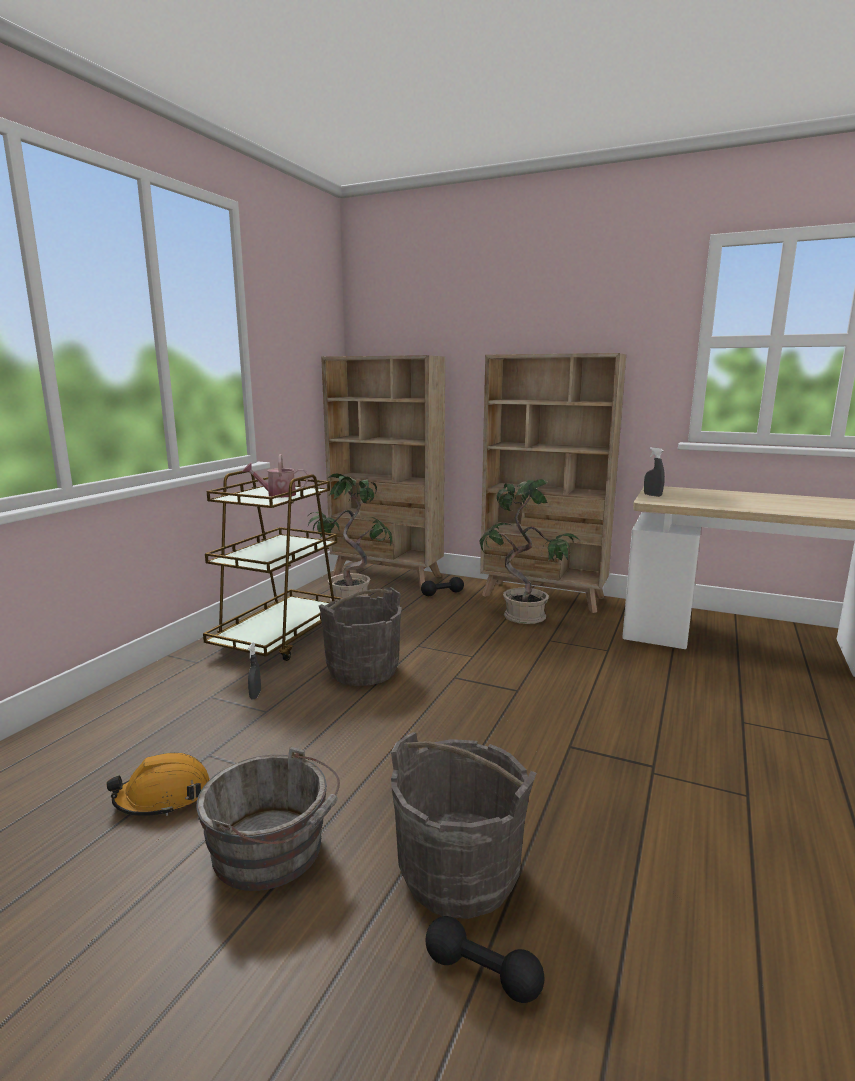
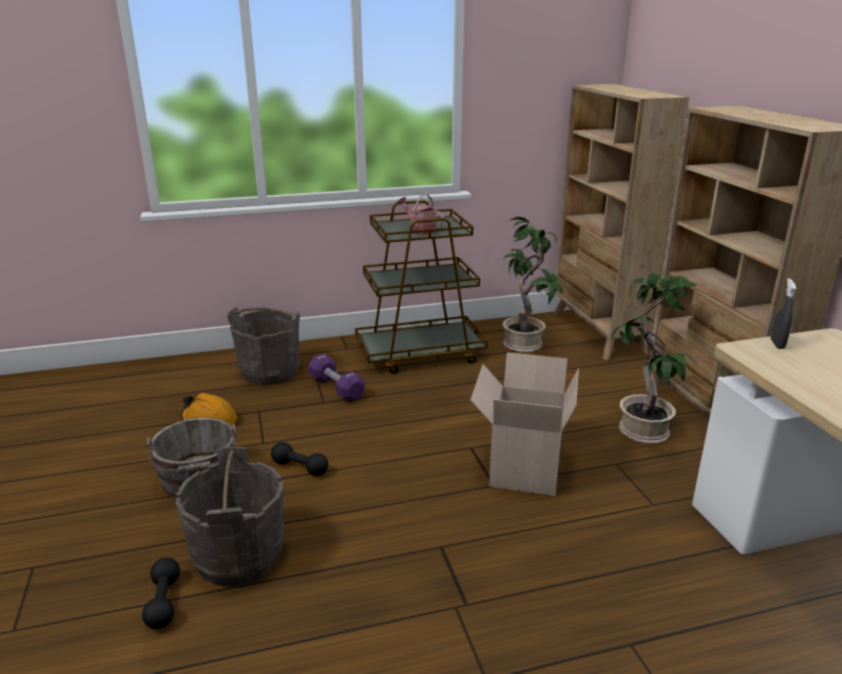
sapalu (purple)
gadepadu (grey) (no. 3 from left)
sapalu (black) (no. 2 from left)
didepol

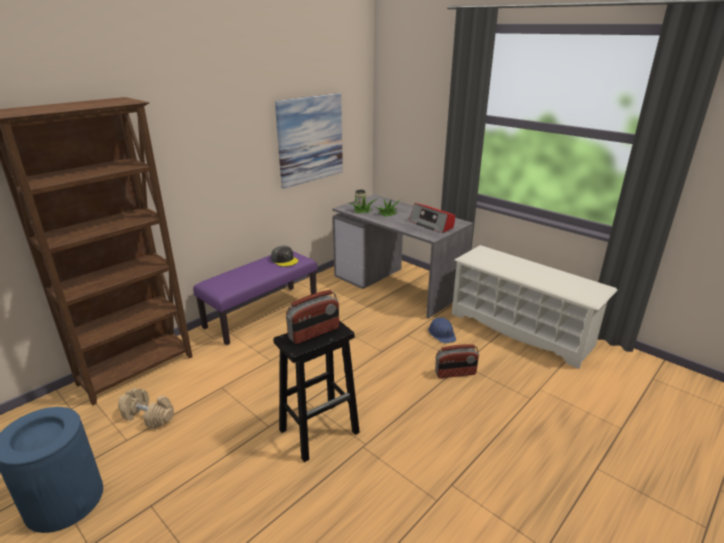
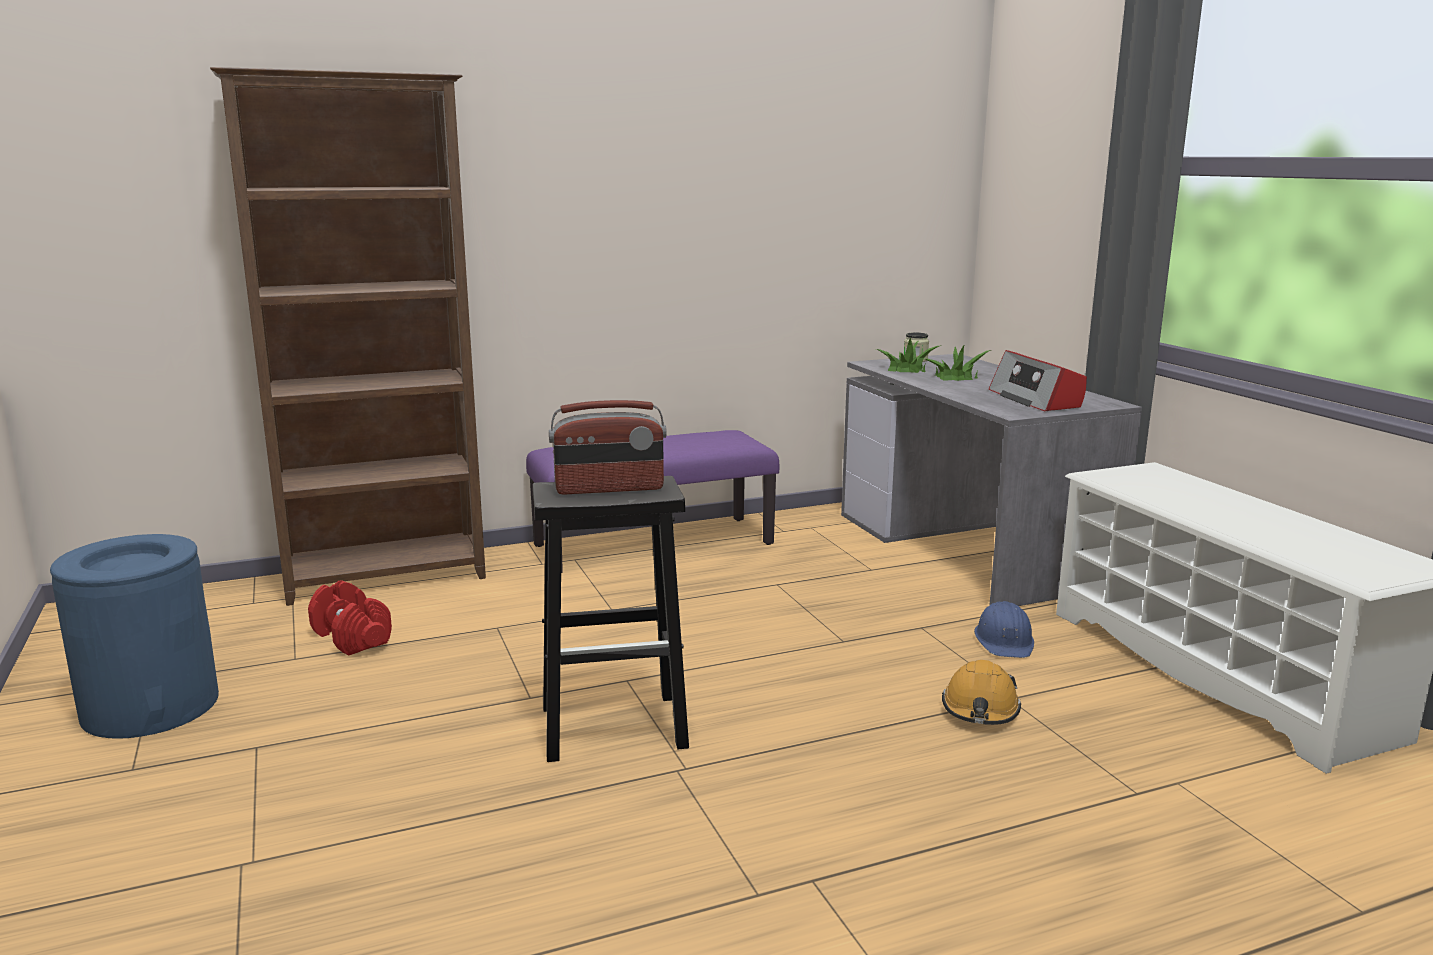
sapalu (red)
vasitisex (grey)
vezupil
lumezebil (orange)

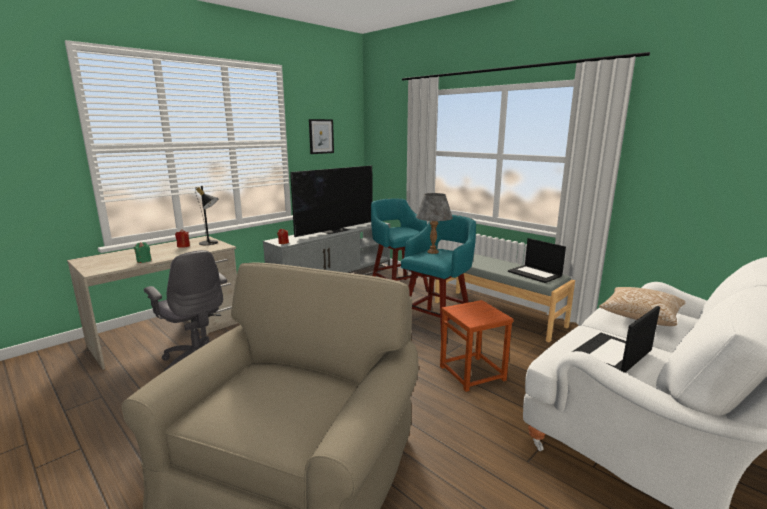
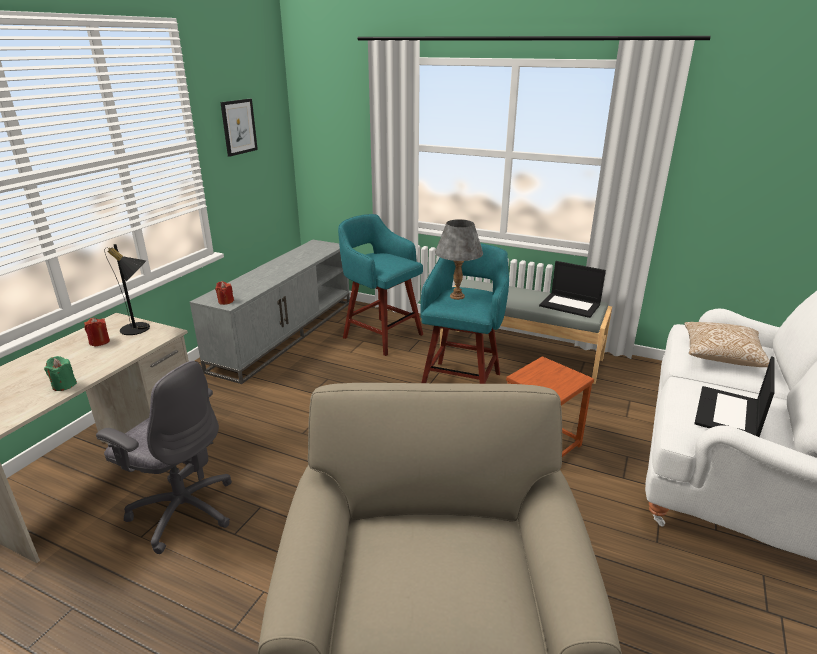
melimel

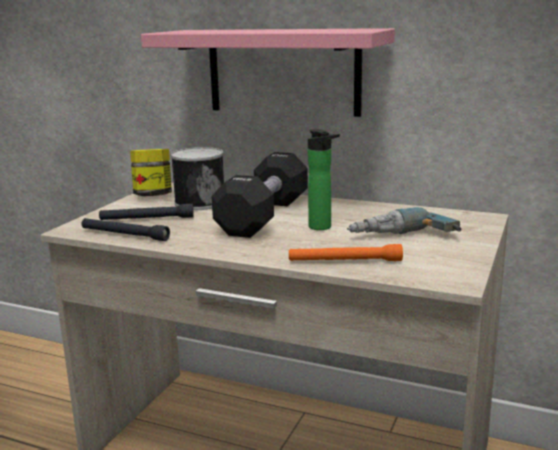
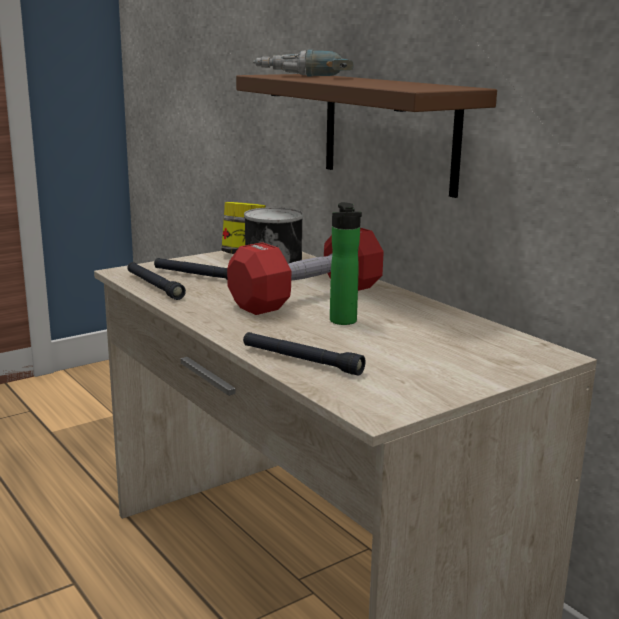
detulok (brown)
sapalu (red)
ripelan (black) (no. 3 from left)
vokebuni

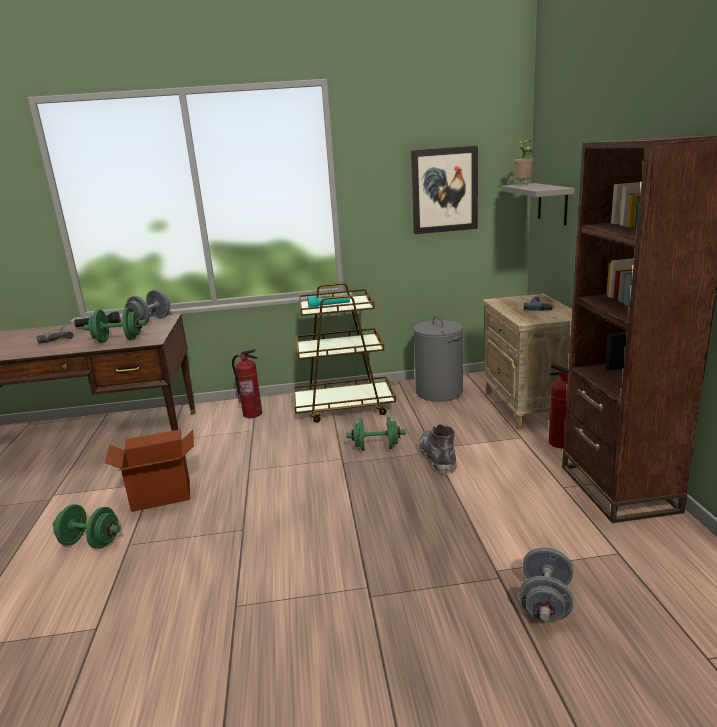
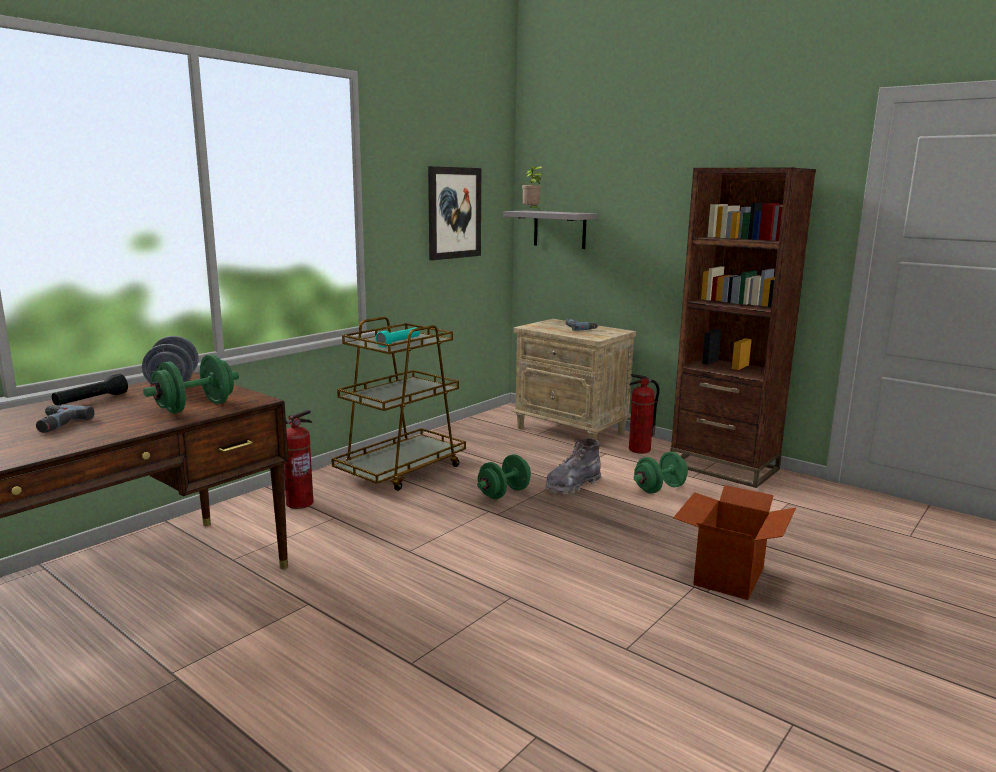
sapalu (green) (no. 3 from left)
didepol
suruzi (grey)
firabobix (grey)
sapalu (grey) (no. 2 from left in the first image)

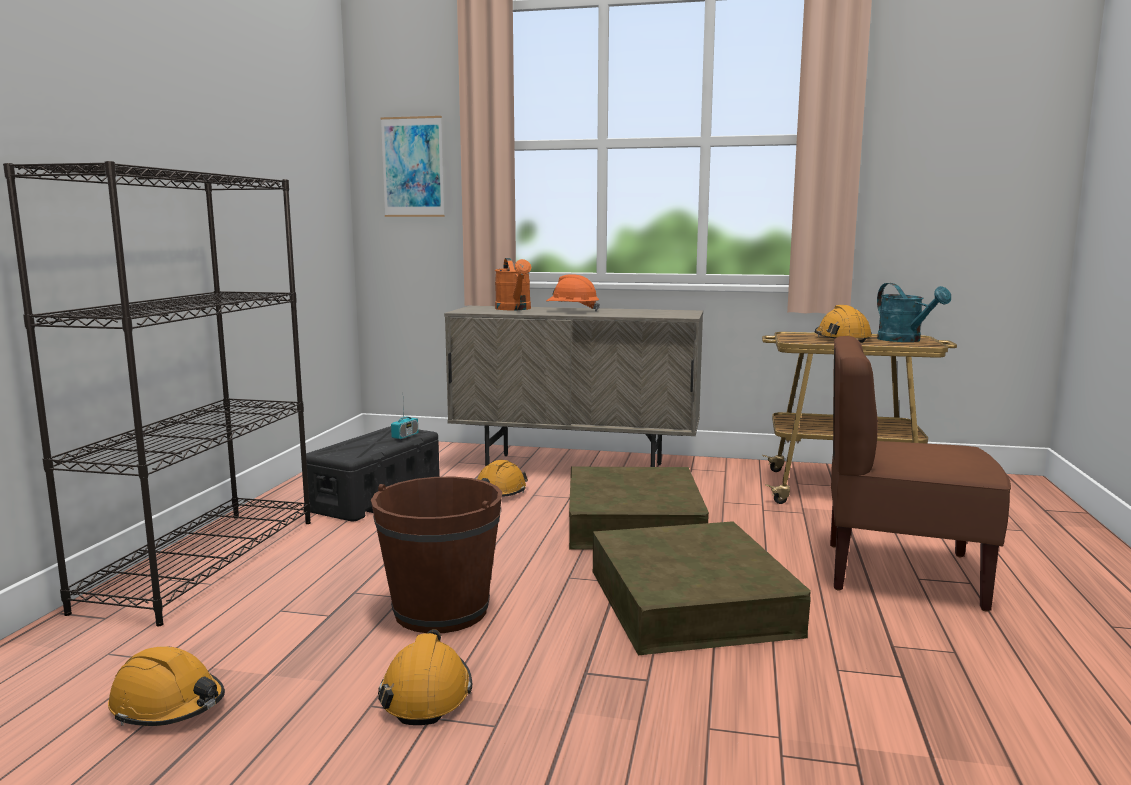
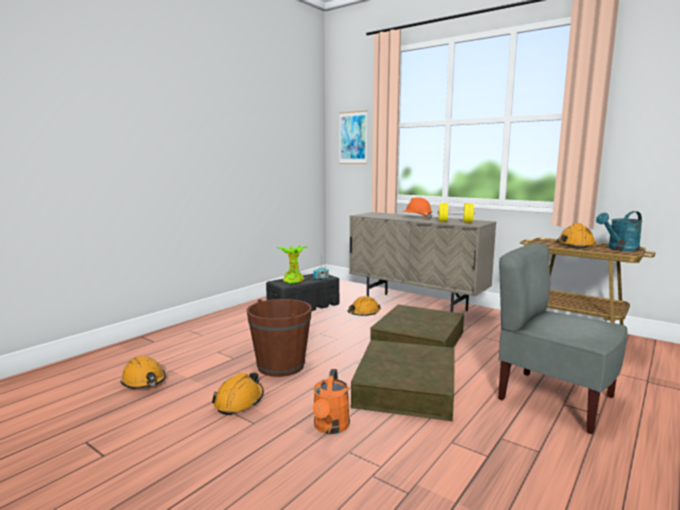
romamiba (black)
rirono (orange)
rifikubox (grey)
rirono (turquoise)
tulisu
sapalu (yellow)

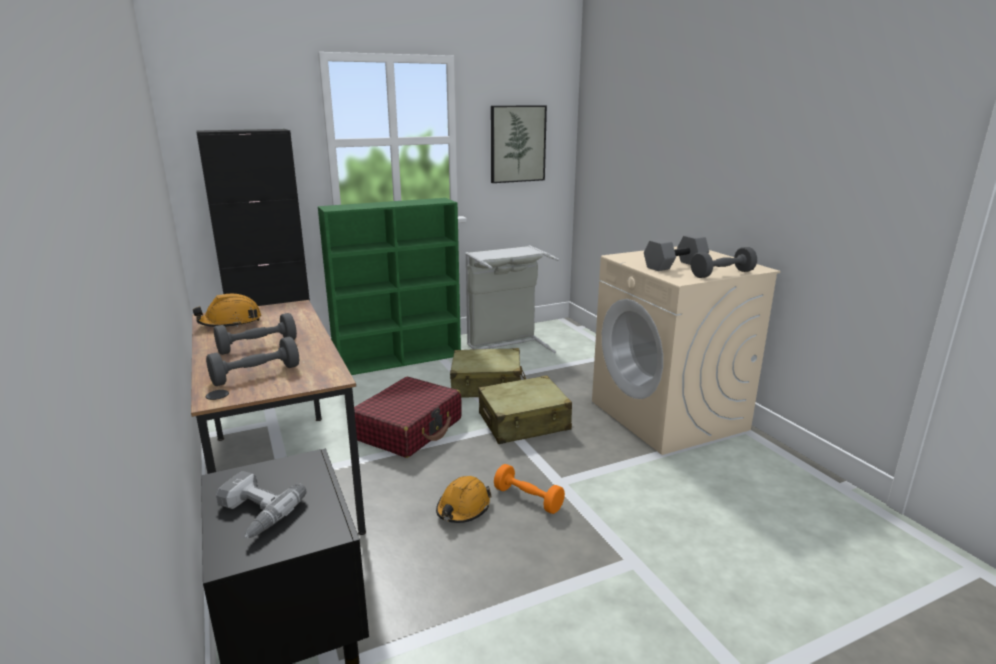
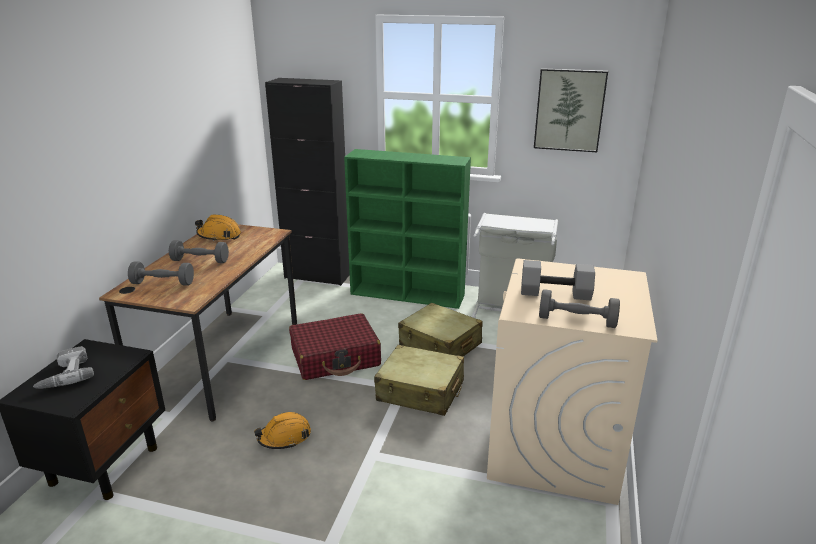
sapalu (orange)

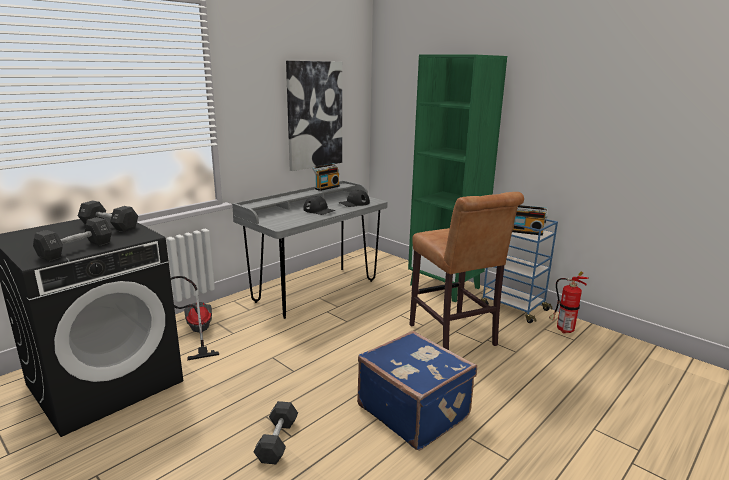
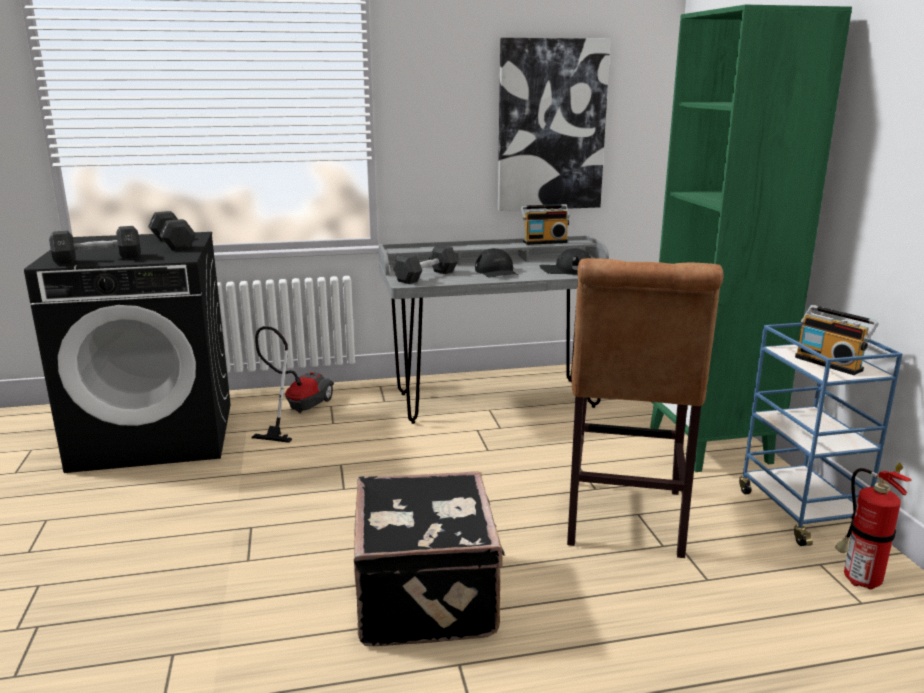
sapalu (black) (no. 3 from left)
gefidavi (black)

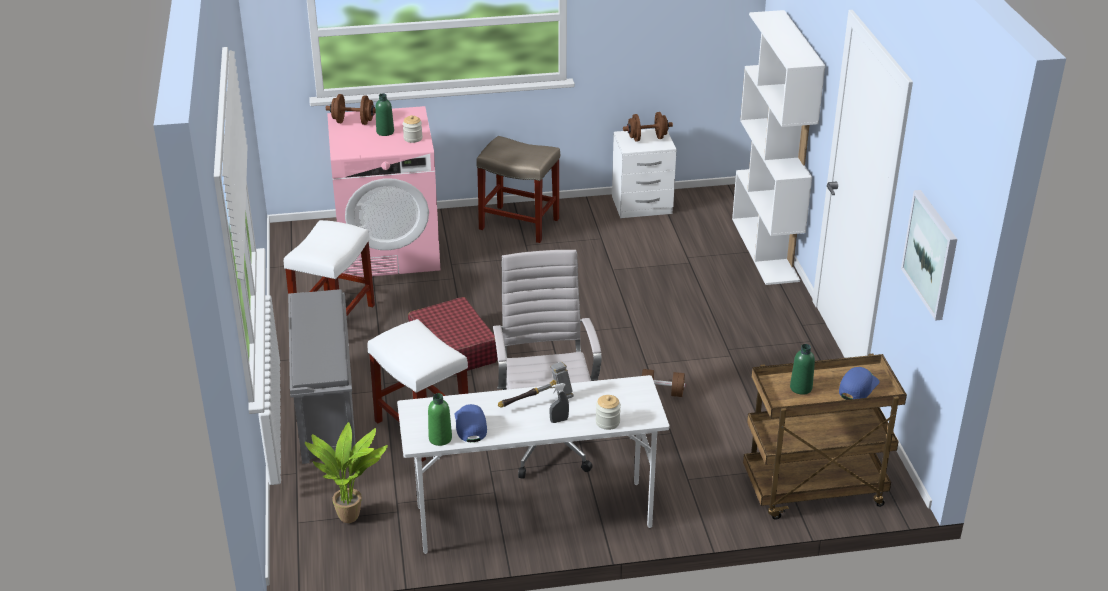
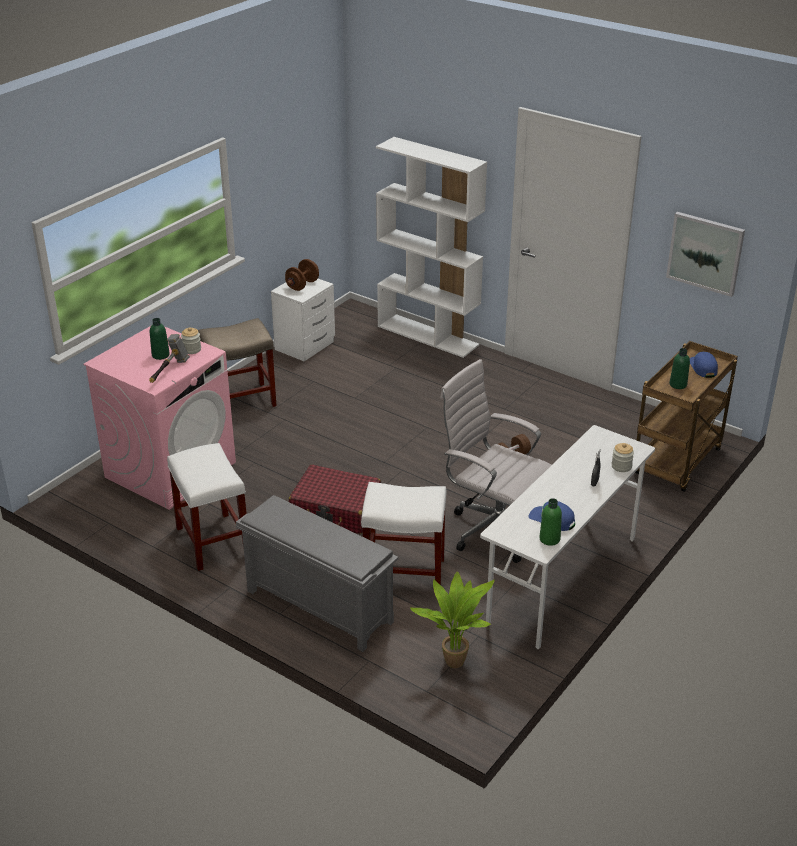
sapalu (brown) (no. 1 from left in the first image)
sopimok

